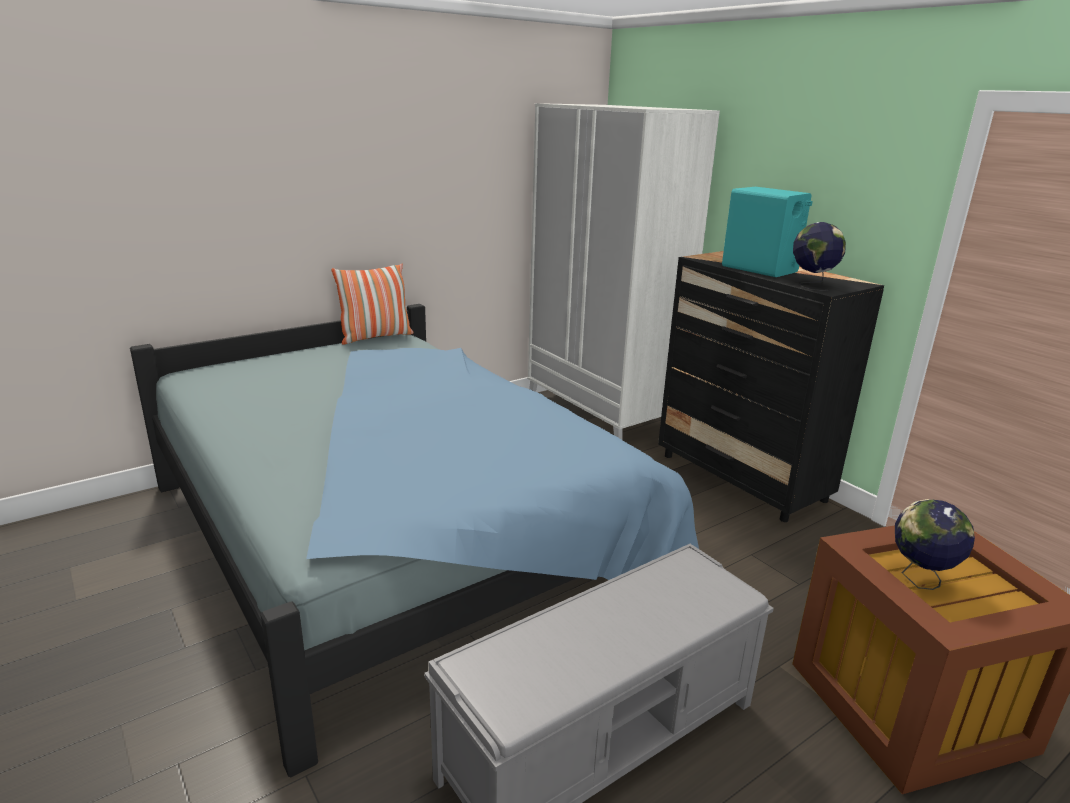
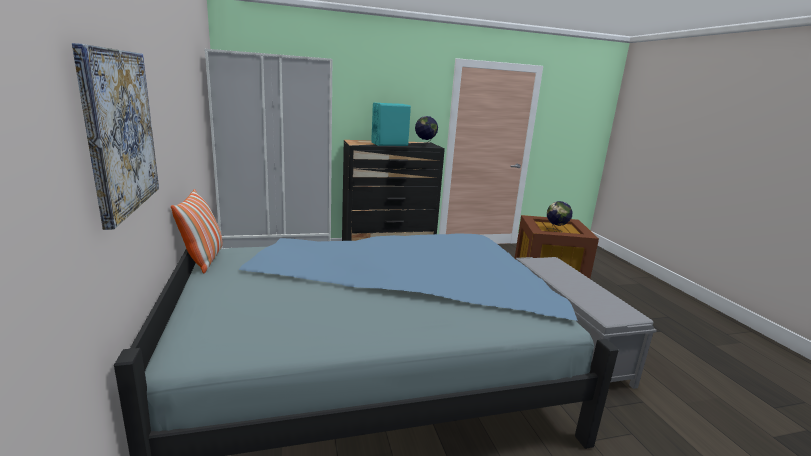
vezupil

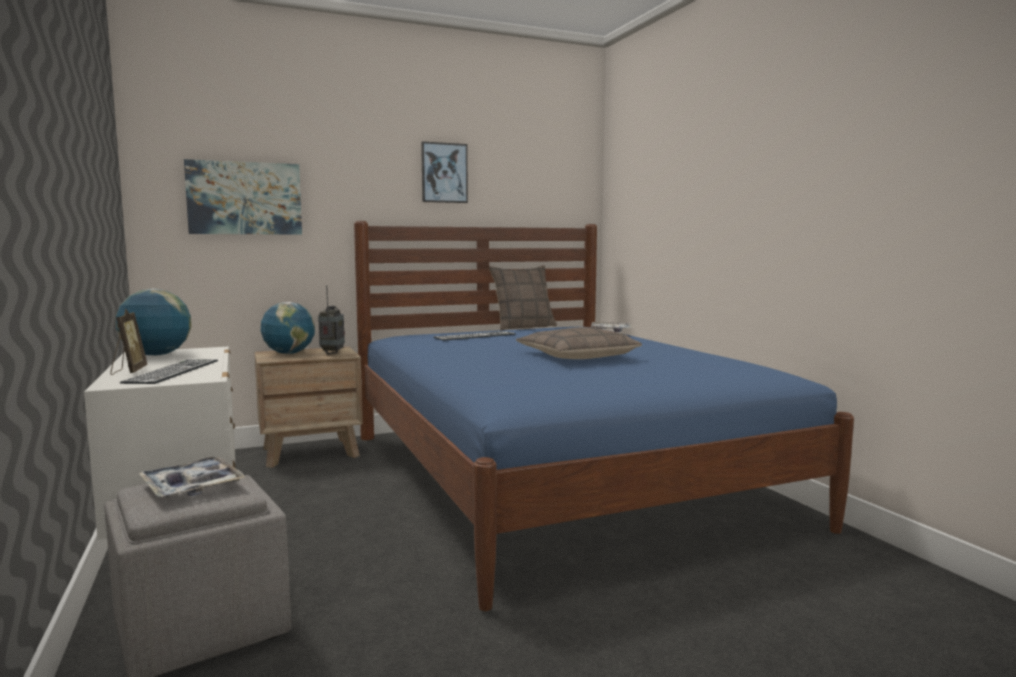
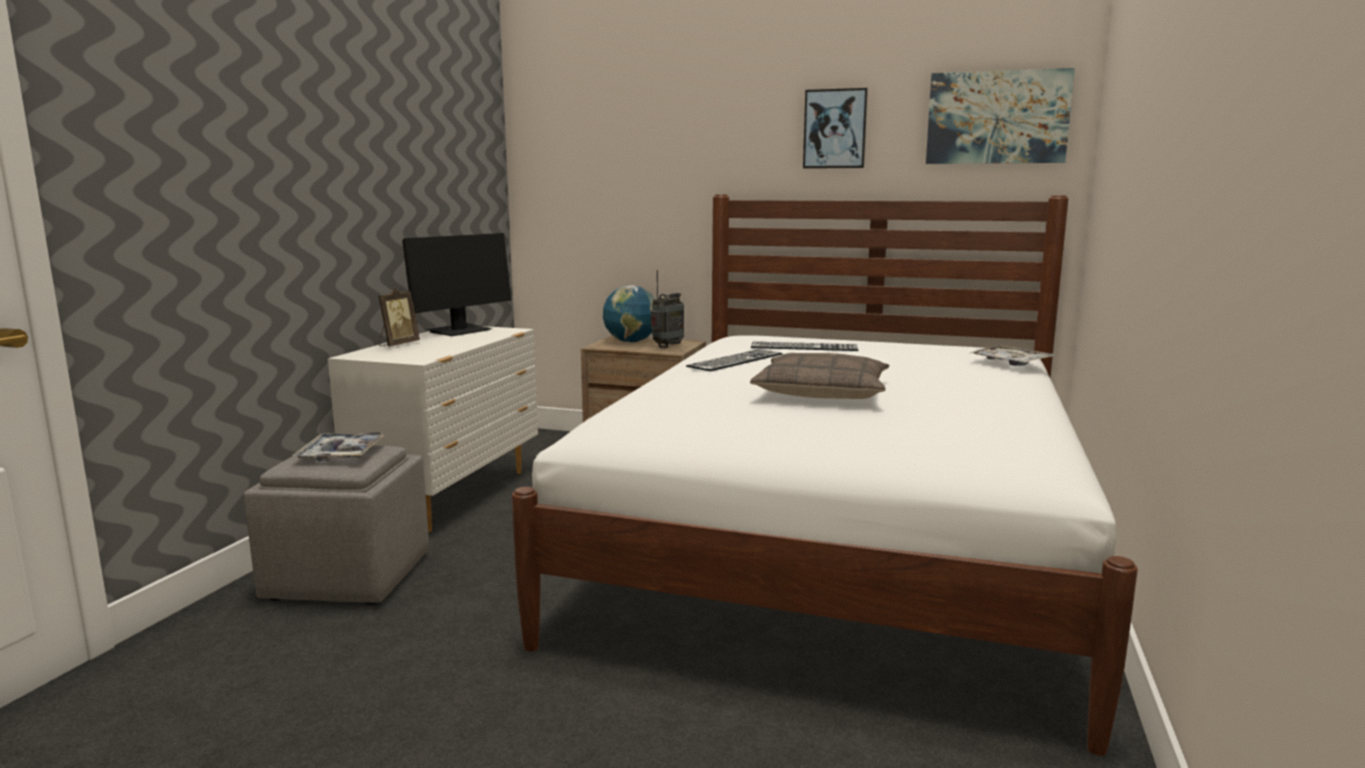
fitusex
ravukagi (no. 1 from left)
vezupil (no. 2 from left)
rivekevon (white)
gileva (no. 1 from left in the first image)

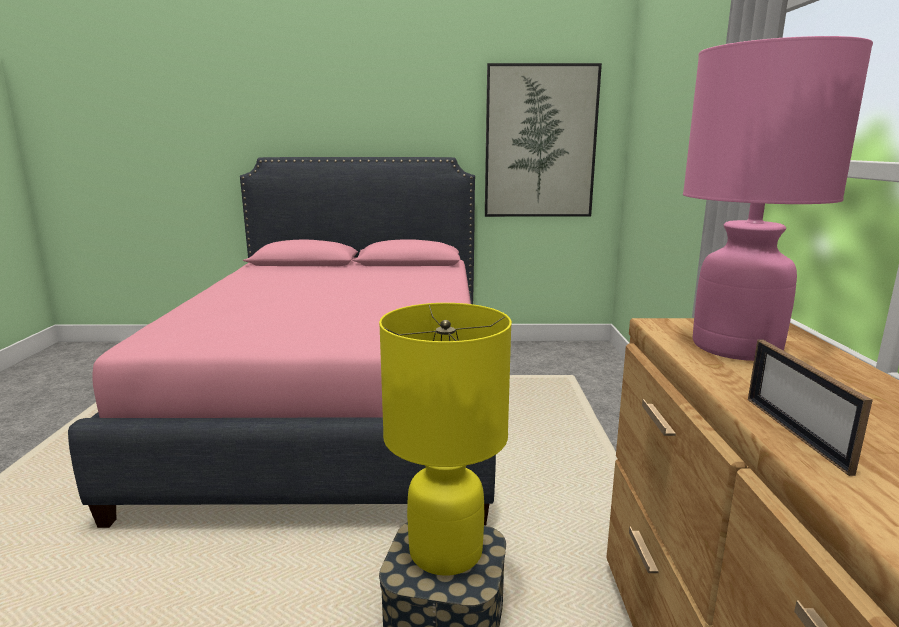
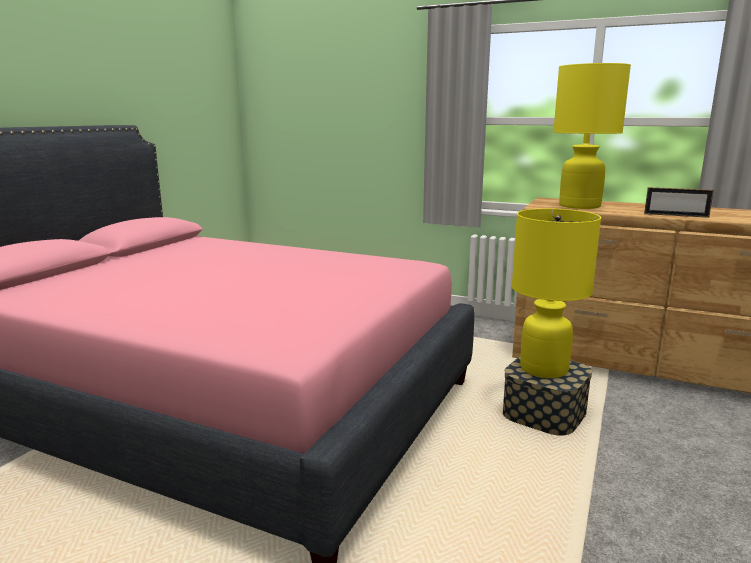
vezupil
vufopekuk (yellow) (no. 2 from left)

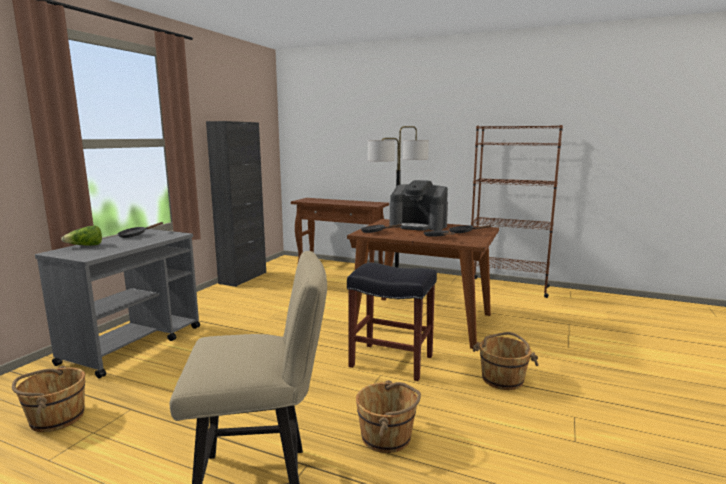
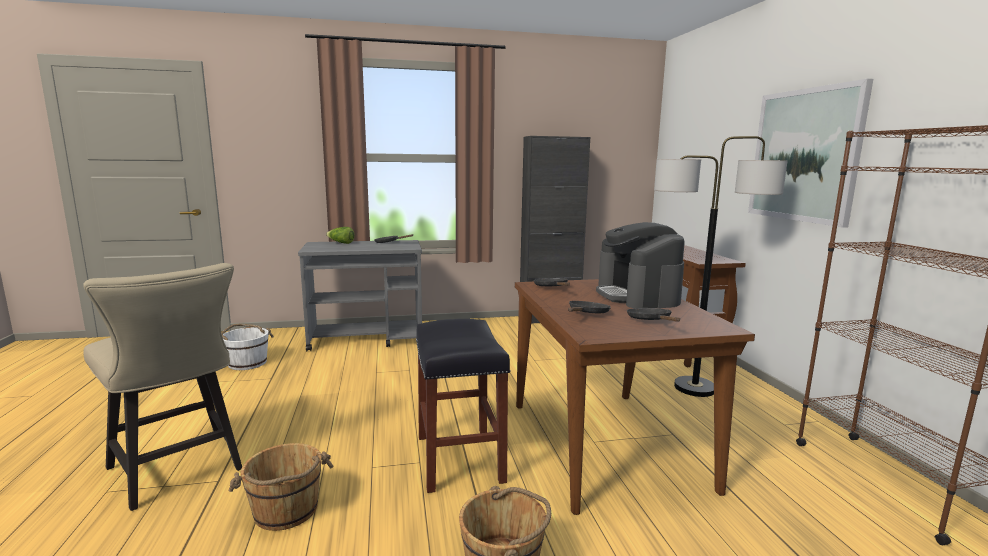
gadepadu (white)
vezupil

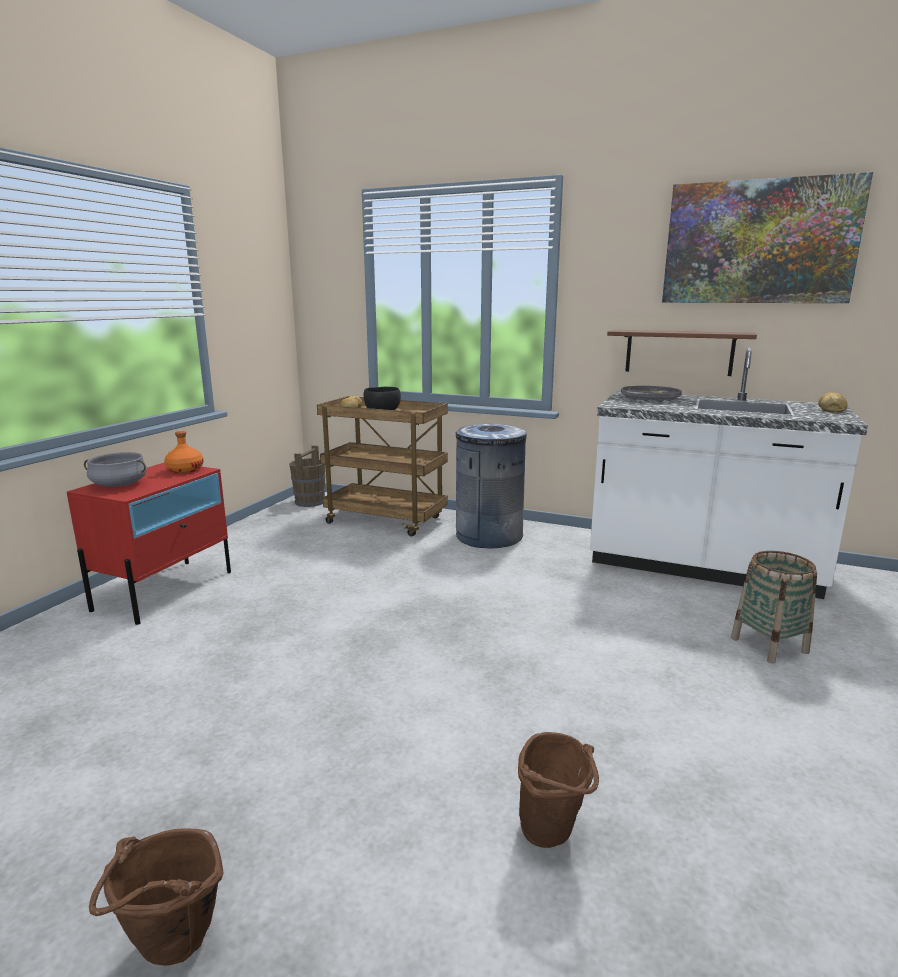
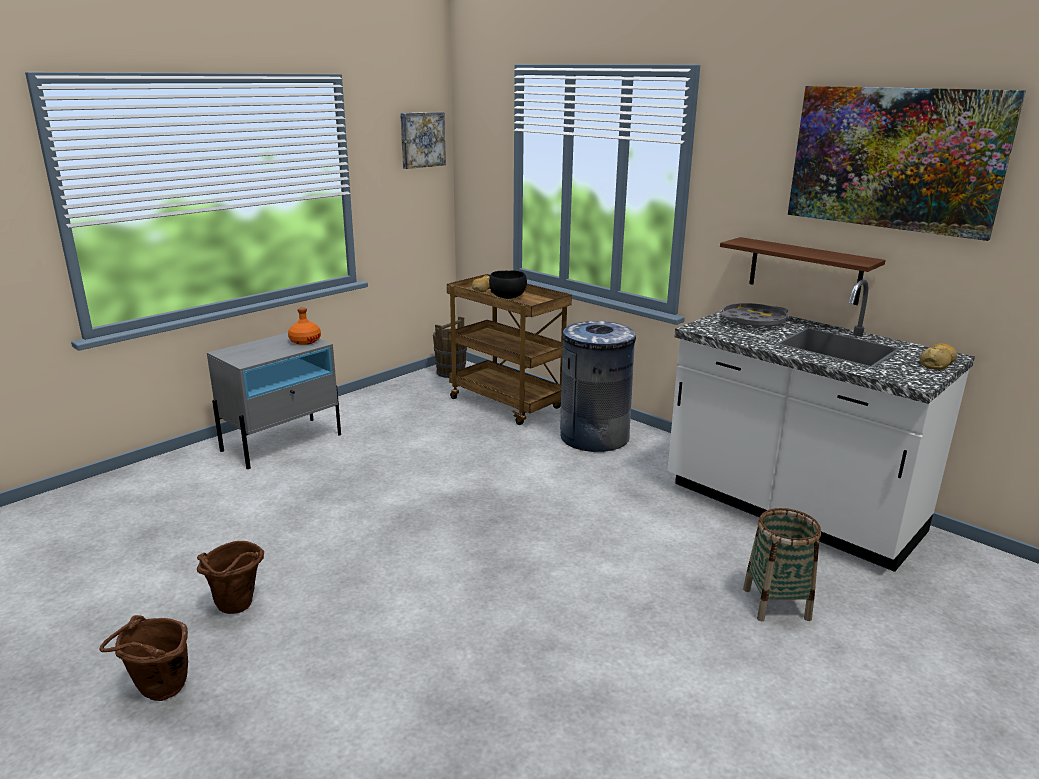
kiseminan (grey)
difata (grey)
gadepadu (brown) (no. 2 from left)
vezupil (no. 1 from left)

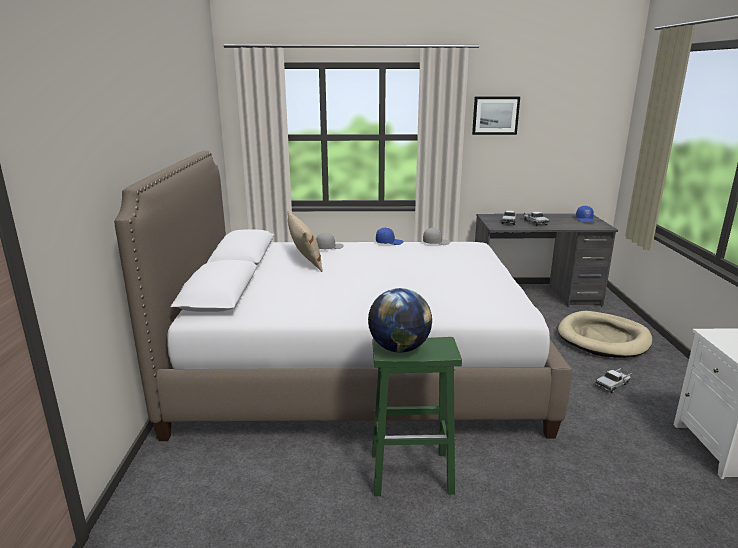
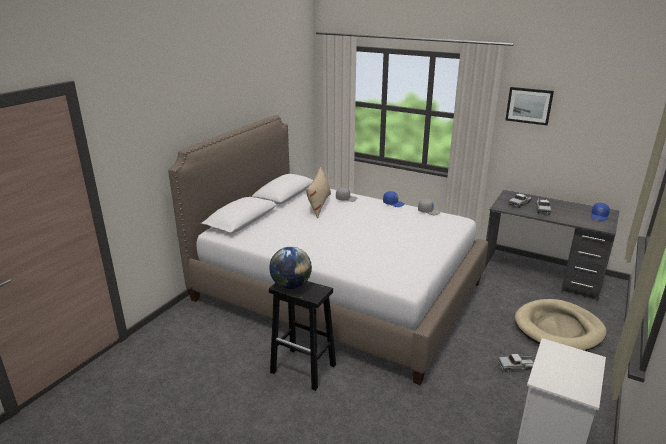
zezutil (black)

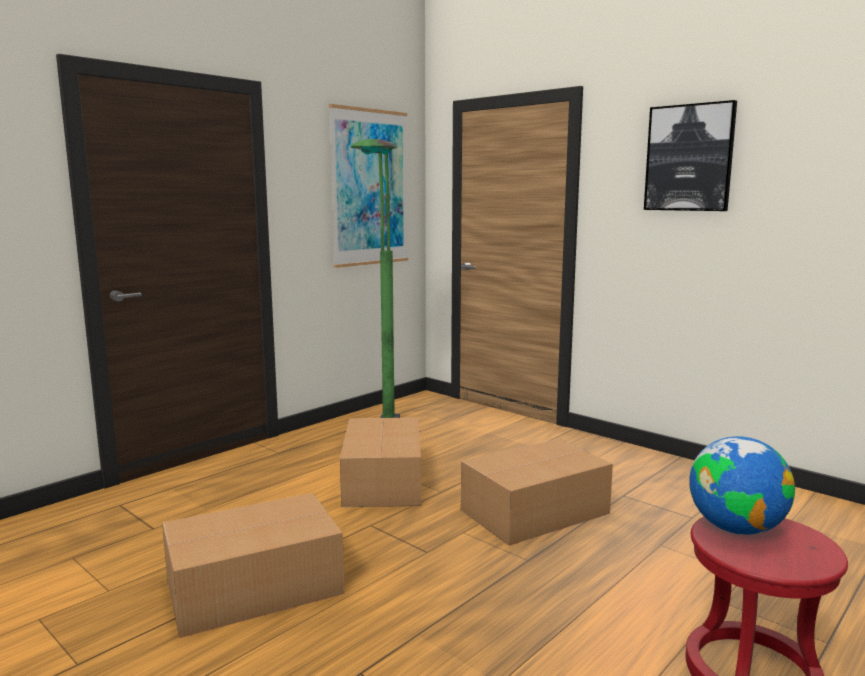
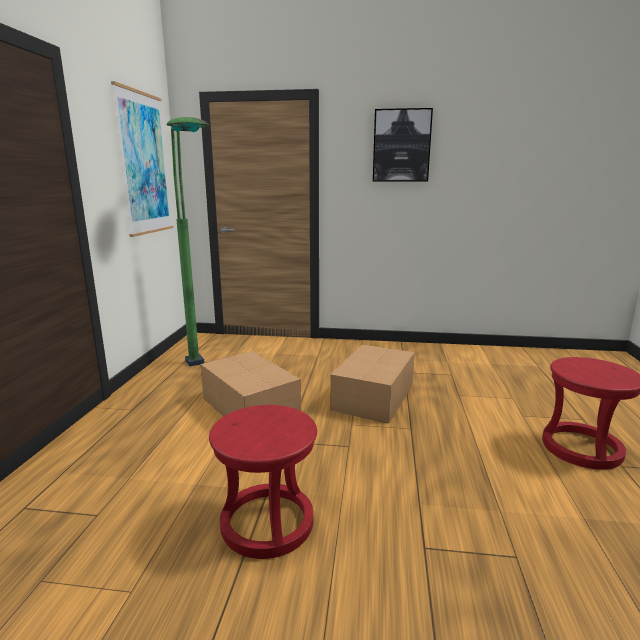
zezutil (red) (no. 1 from left)
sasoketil

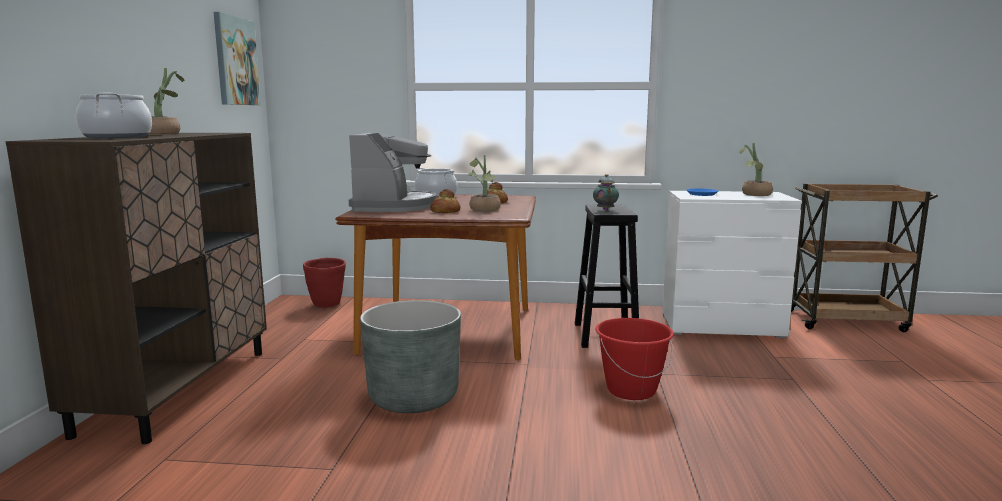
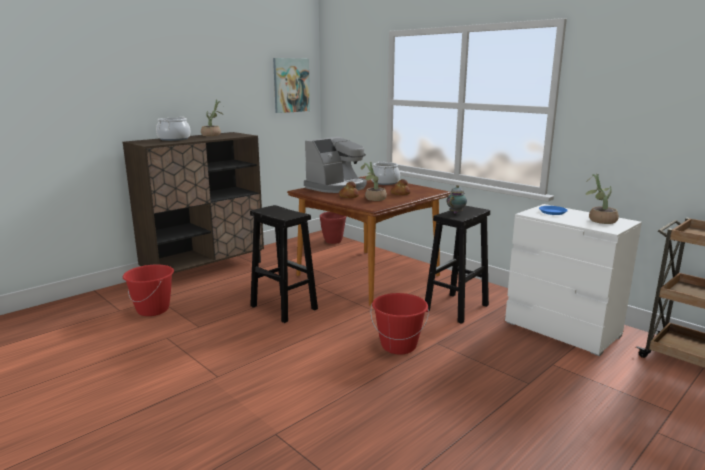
zezutil (black) (no. 1 from left)
gadepadu (red) (no. 1 from left)

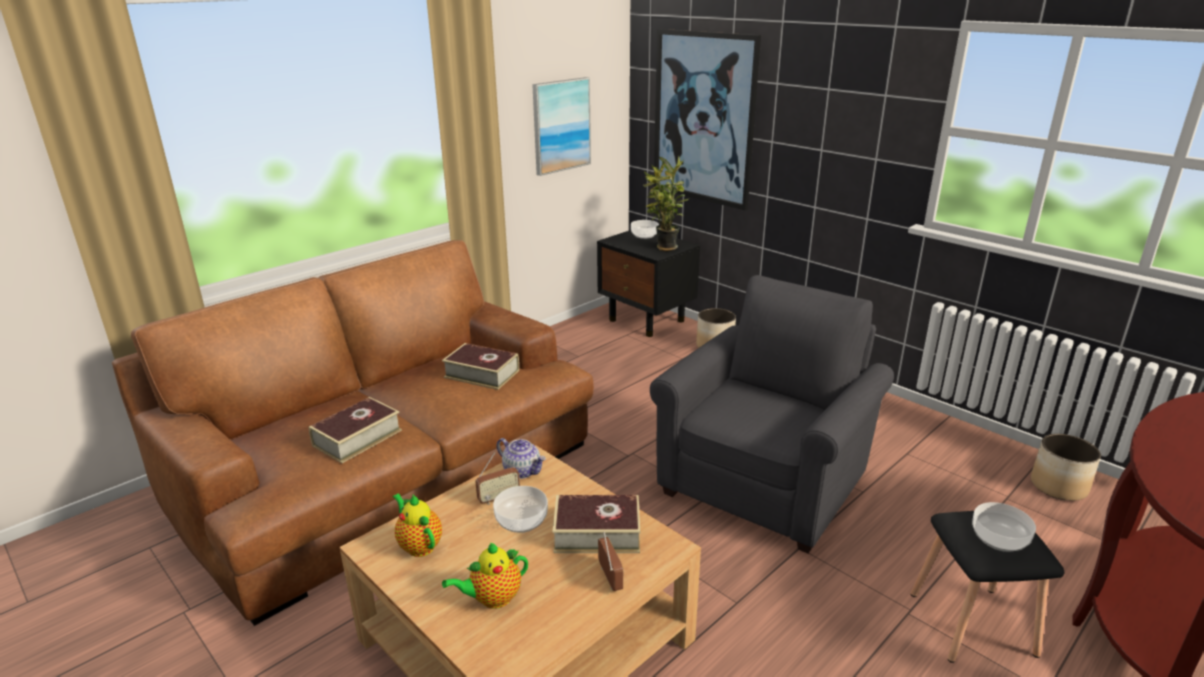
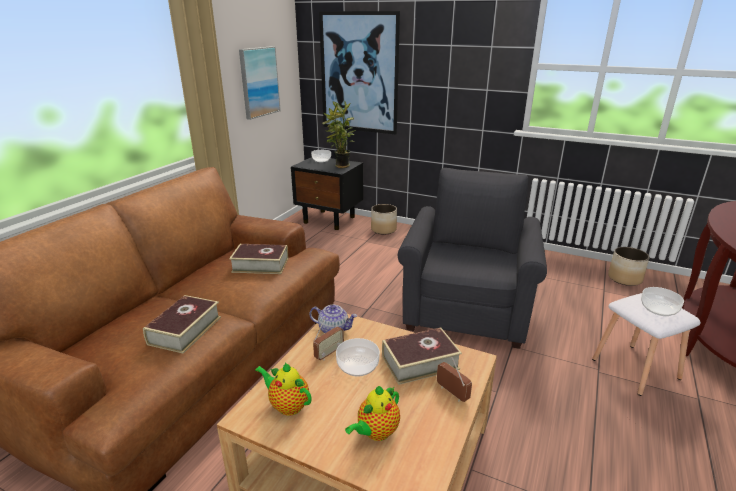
zezutil (white)

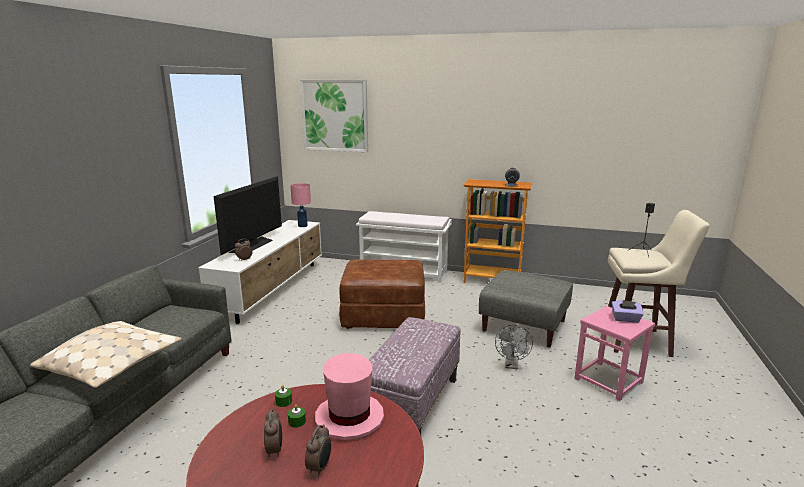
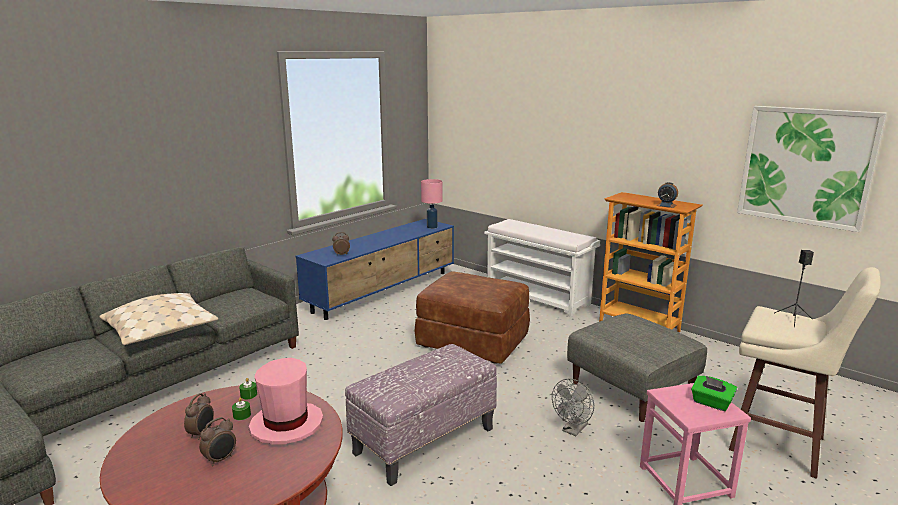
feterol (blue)
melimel
vezupil
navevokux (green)

